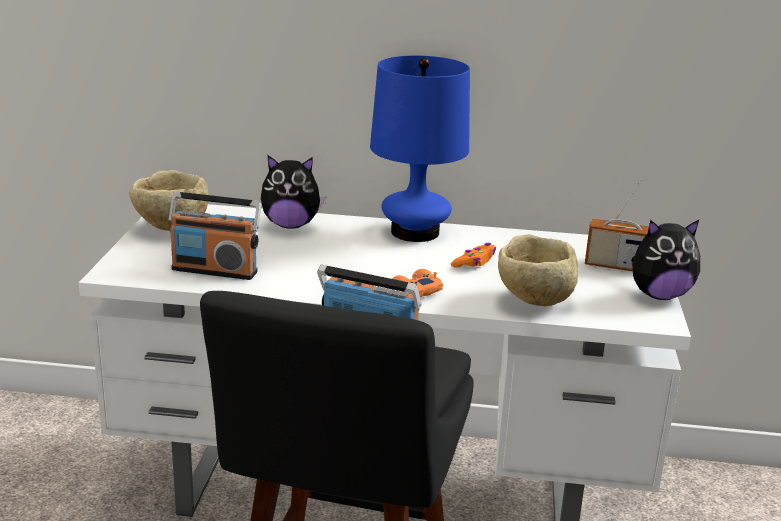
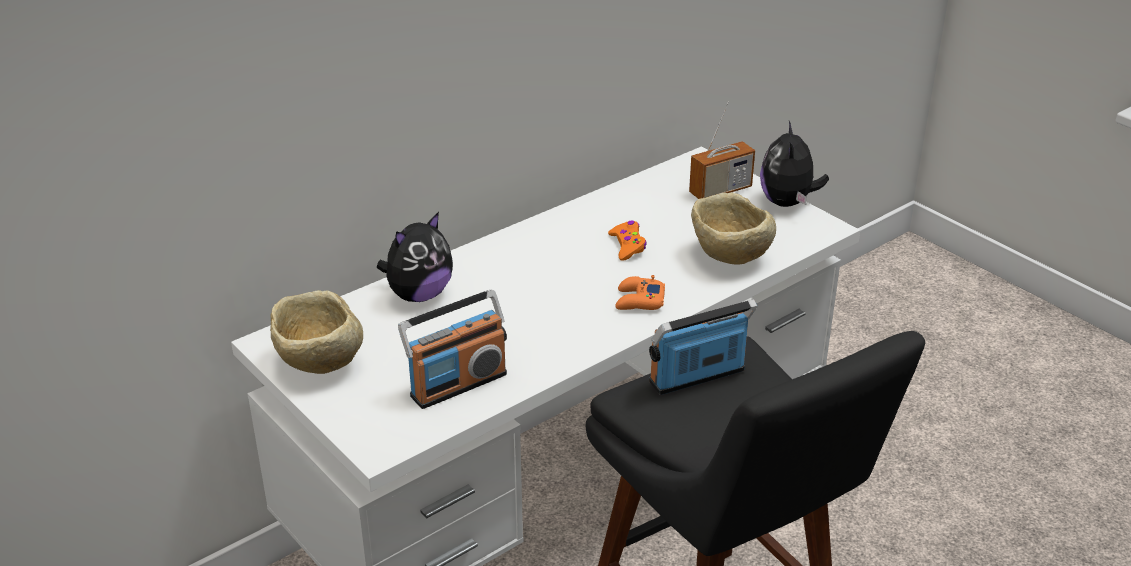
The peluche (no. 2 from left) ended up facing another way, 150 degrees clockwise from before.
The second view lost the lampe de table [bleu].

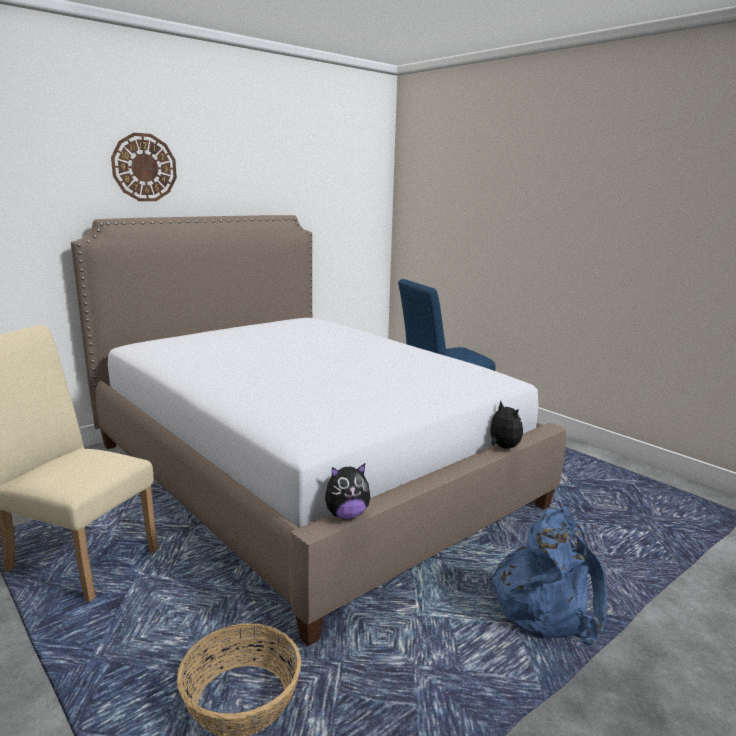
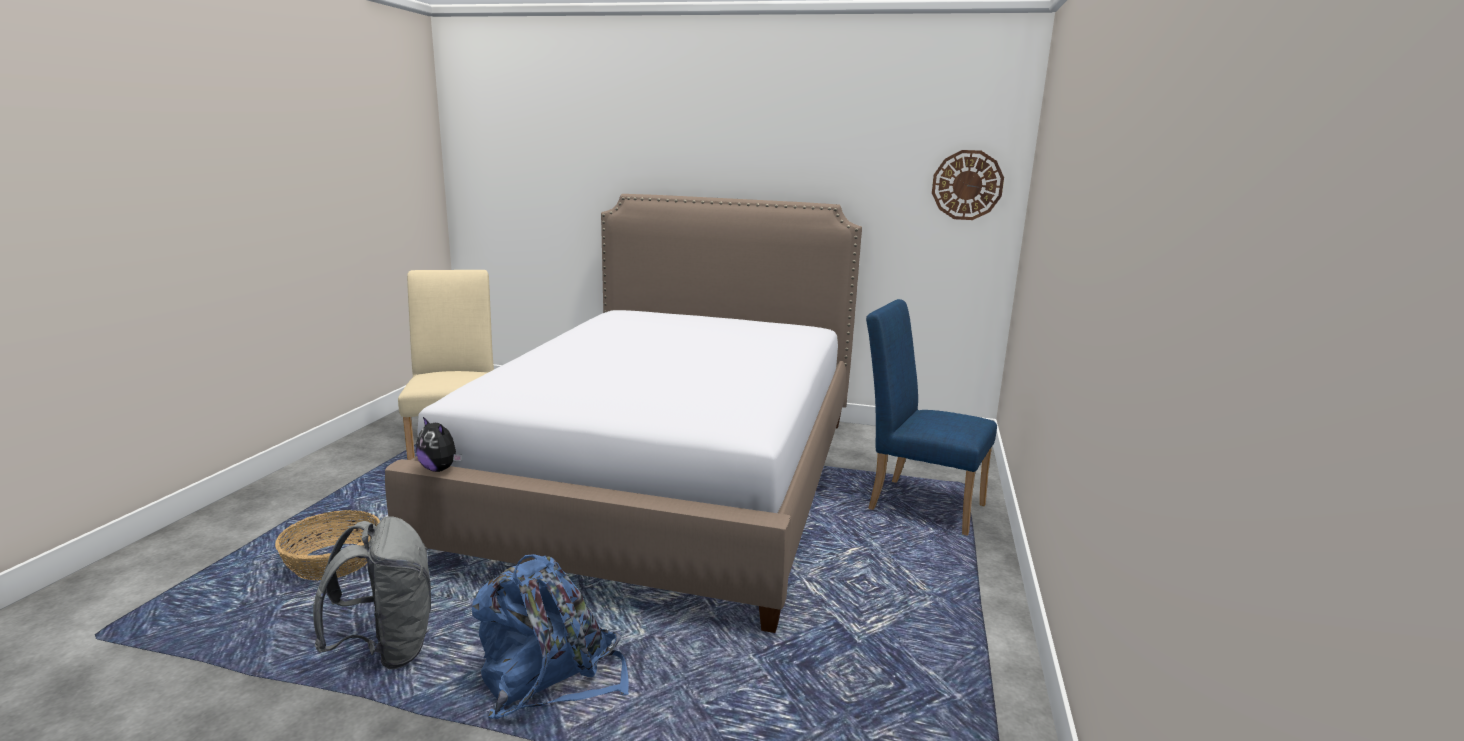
The second view gained the sac à dos [gris].
The horloge murale ended up elsewhere.
The second view lost the peluche (no. 2 from left).

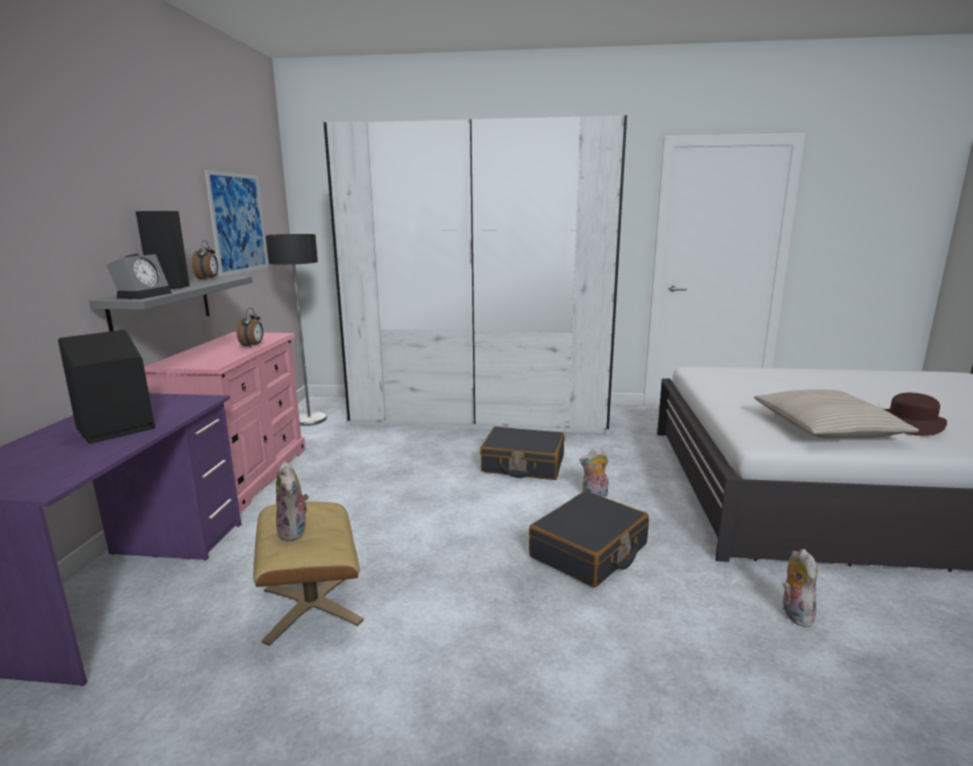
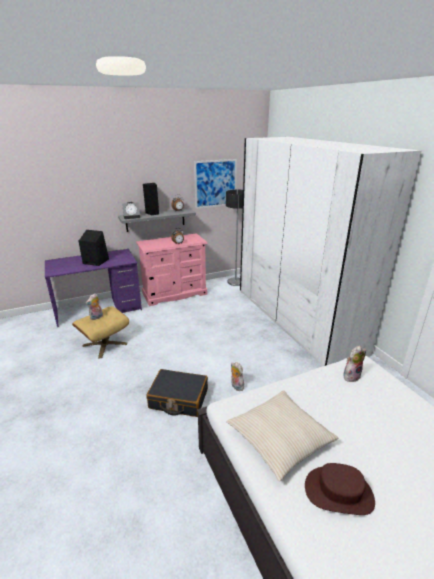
The peluche (no. 3 from left) ended up elsewhere.
The second view lost the valise [noir] (no. 1 from left).

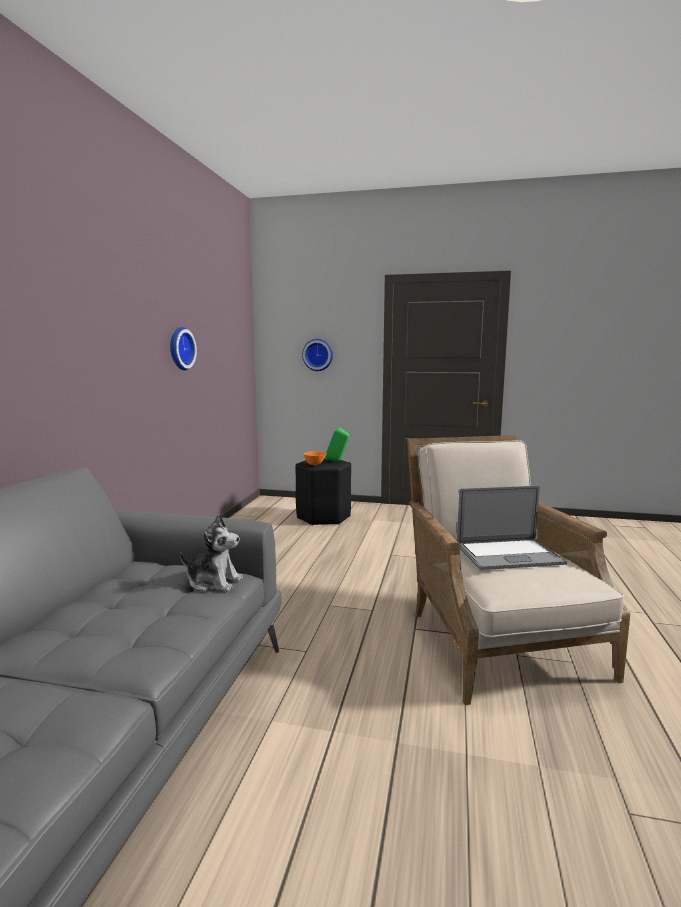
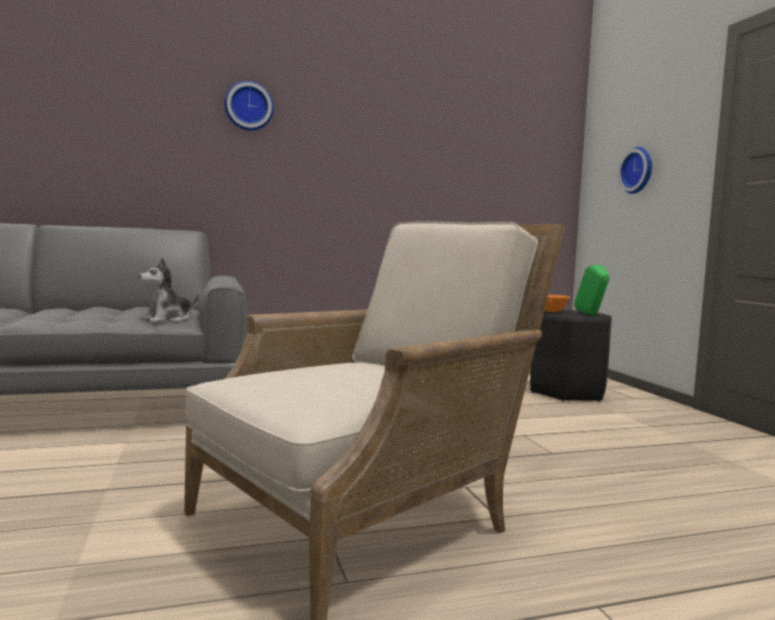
The peluche ended up facing another way, 60 degrees clockwise from before.
The horloge murale (no. 1 from left) ended up elsewhere.
The second view lost the ordinateur portable.

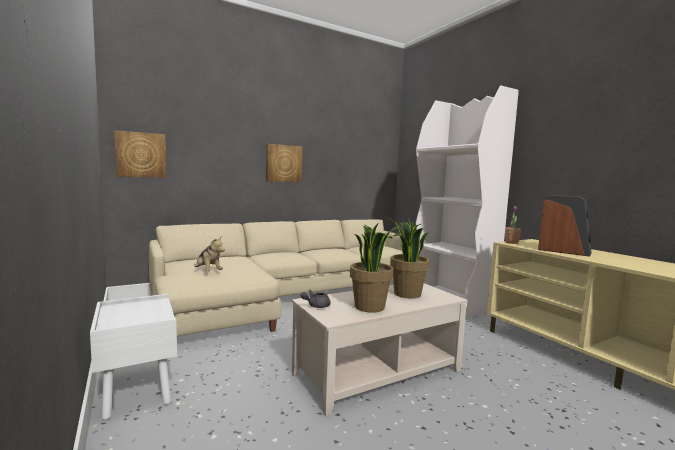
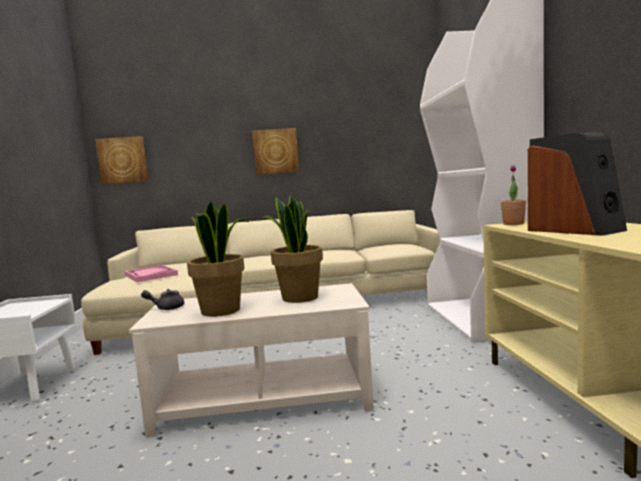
Where the peluche stood, the plateau [rose] came to stand.

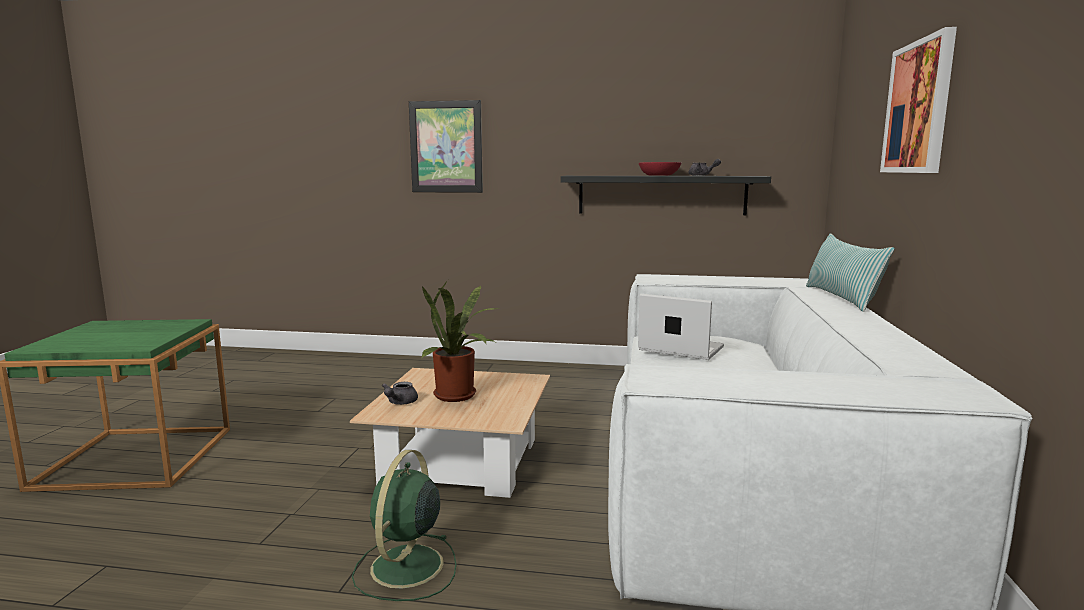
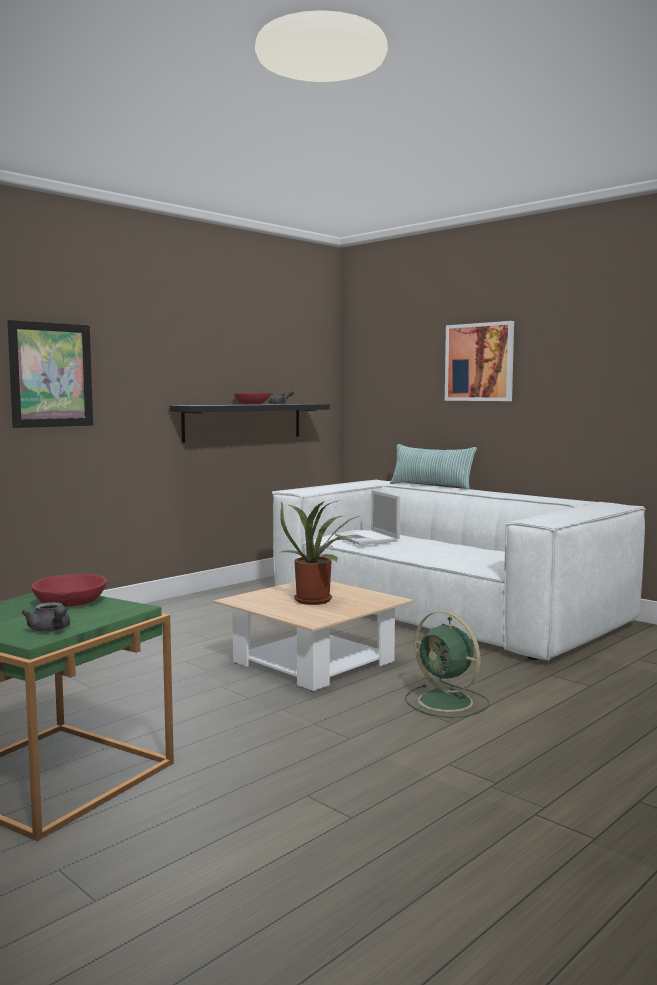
The théière [gris] (no. 1 from left) ended up elsewhere.
The second view gained the bol [rouge] (no. 1 from left).
The ordinateur portable ended up facing another way, 90 degrees counterclockwise from before.

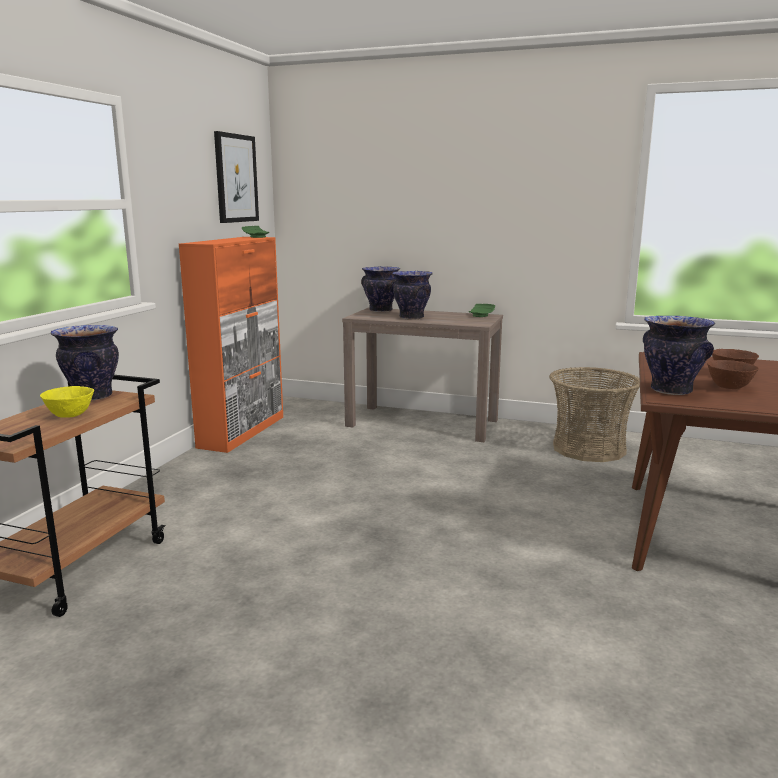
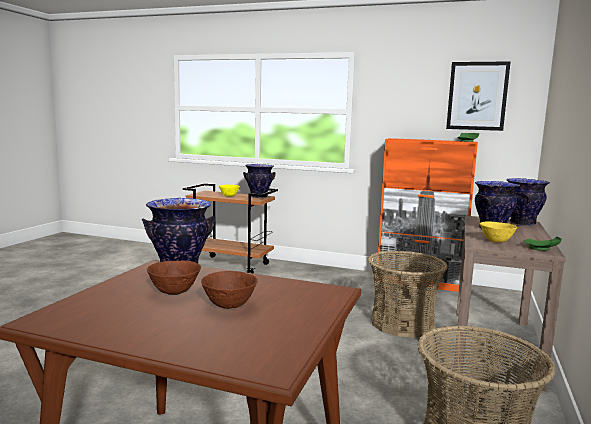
The second view gained the panier (no. 1 from left).
The second view gained the bol [jaune] (no. 2 from left).

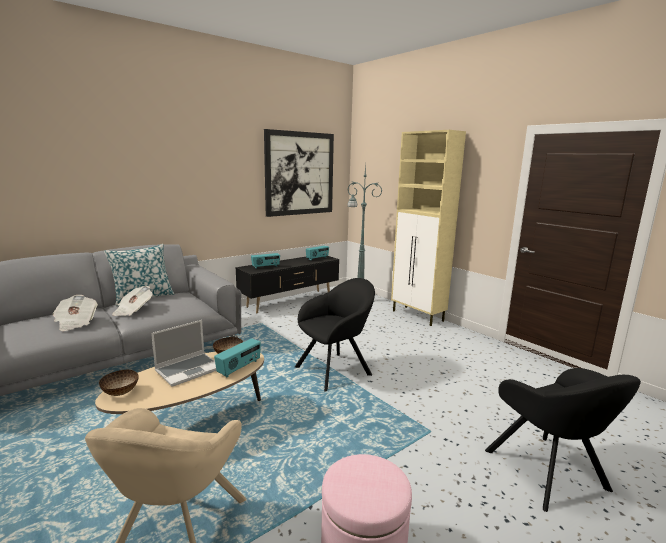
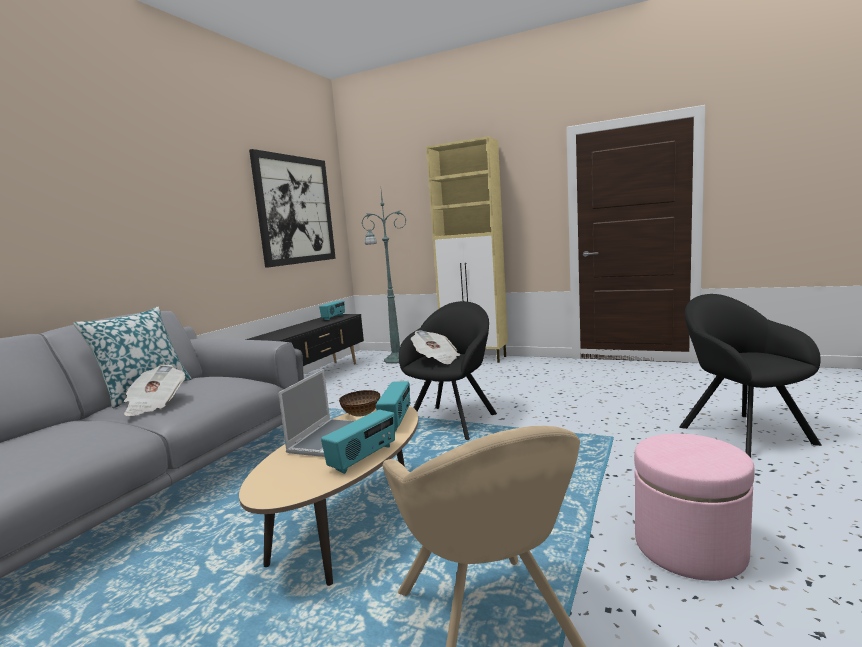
The radio (no. 2 from left) ended up elsewhere.
The journal (no. 1 from left in the first image) ended up elsewhere.
The fauteuil [noir] (no. 2 from left) ended up facing another way, 150 degrees counterclockwise from before.
The second view lost the bol (no. 1 from left).

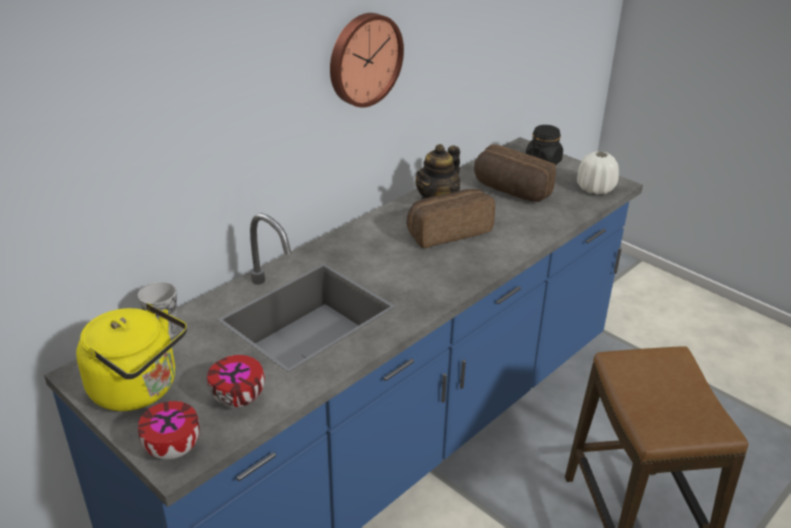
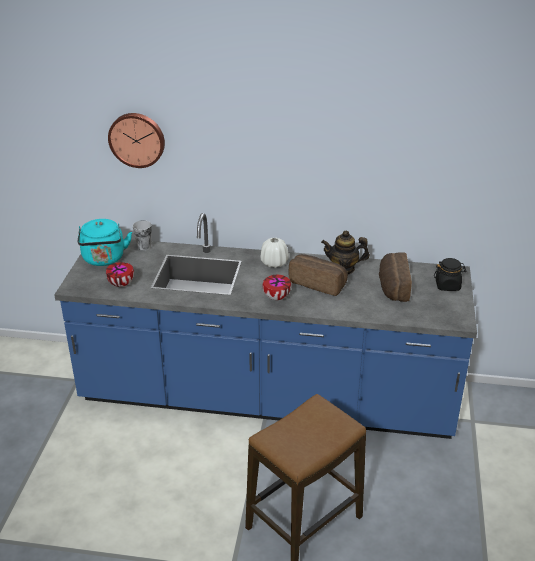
What was the bouilloire [jaune] turned into the bouilloire [turquoise].
The horloge murale ended up elsewhere.
The vase [blanc] ended up elsewhere.
The bol (no. 1 from left in the first image) ended up elsewhere.

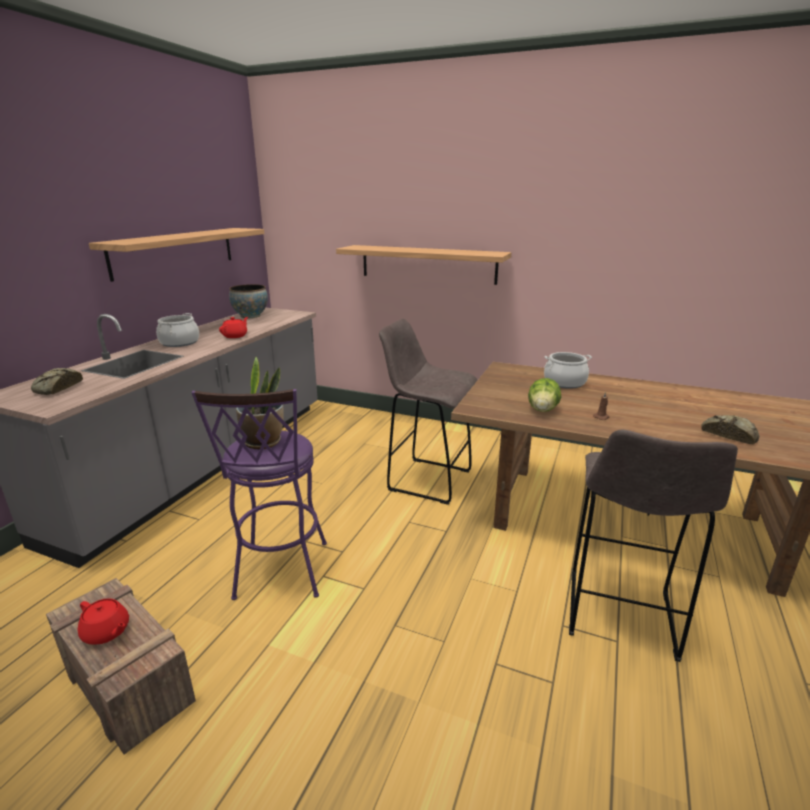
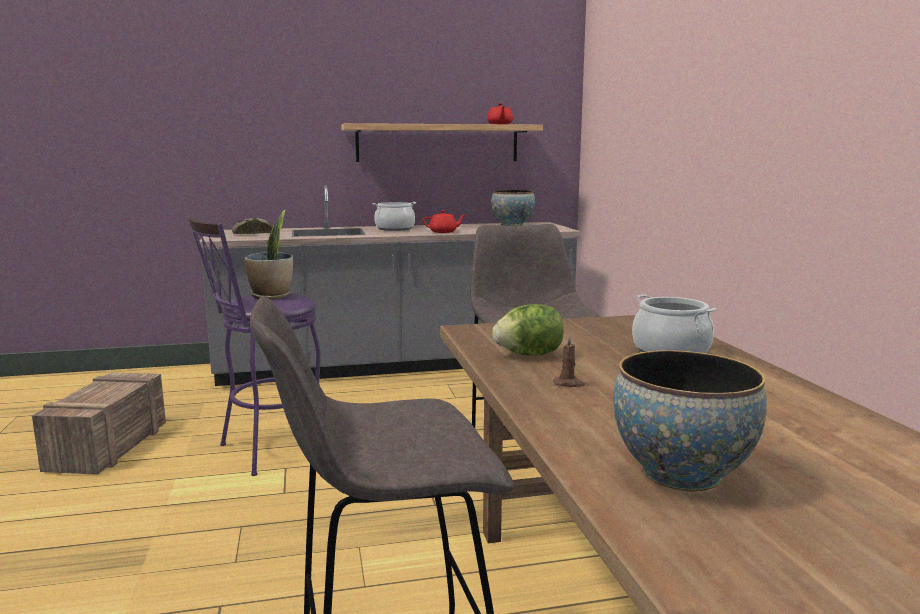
The théière [rouge] (no. 1 from left in the first image) ended up elsewhere.
Where the pain (no. 2 from left) stood, the bol (no. 2 from left) came to stand.
The second view lost the étagère (no. 2 from left).

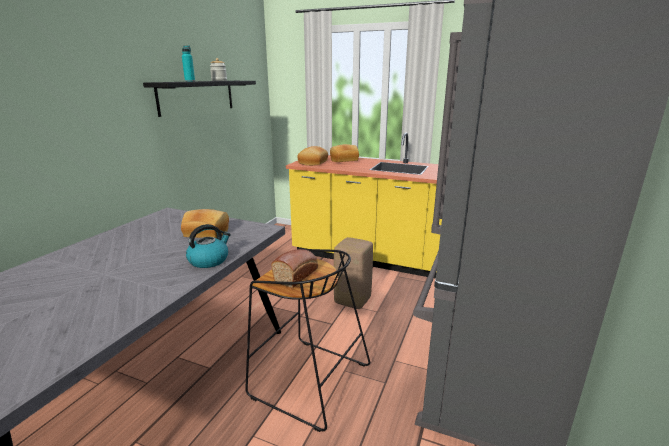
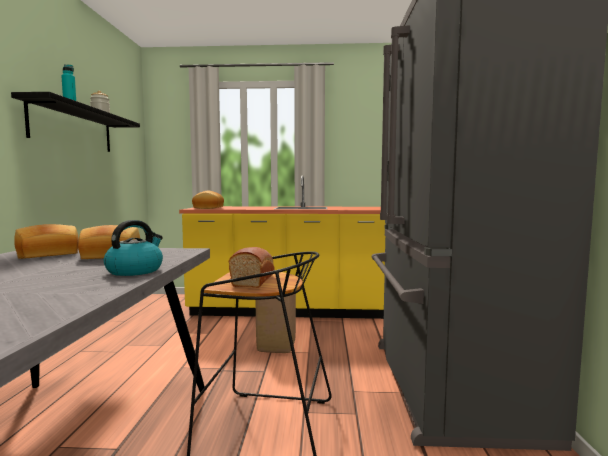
The pain (no. 4 from left in the first image) ended up elsewhere.

